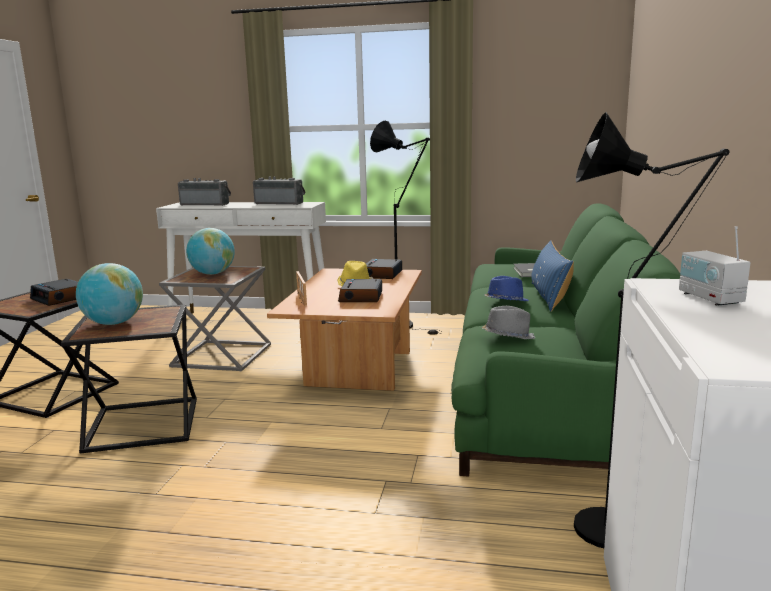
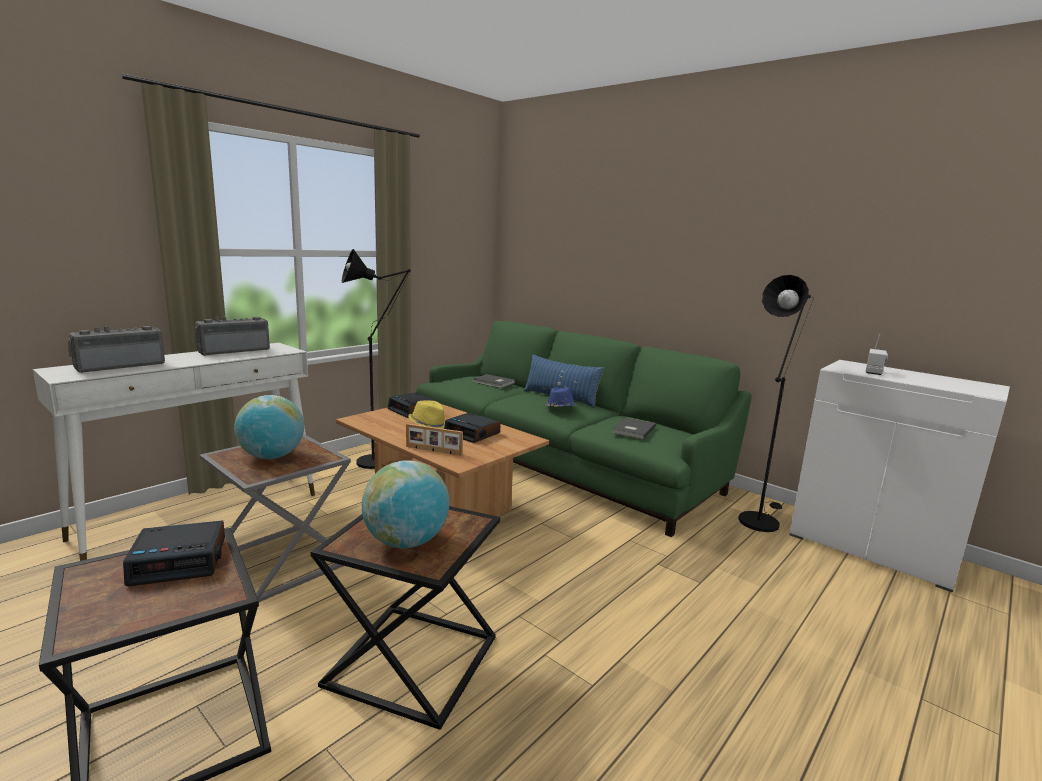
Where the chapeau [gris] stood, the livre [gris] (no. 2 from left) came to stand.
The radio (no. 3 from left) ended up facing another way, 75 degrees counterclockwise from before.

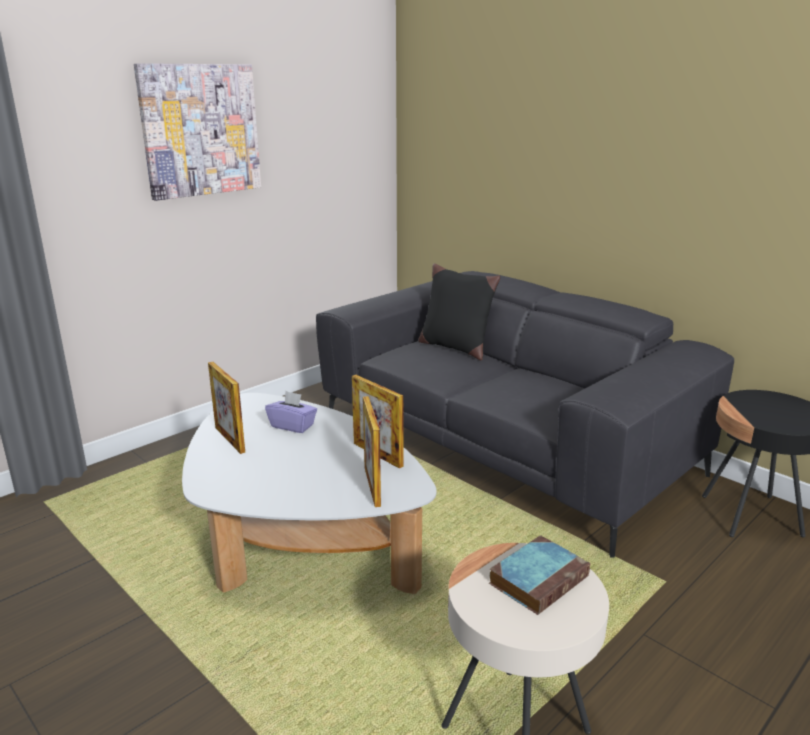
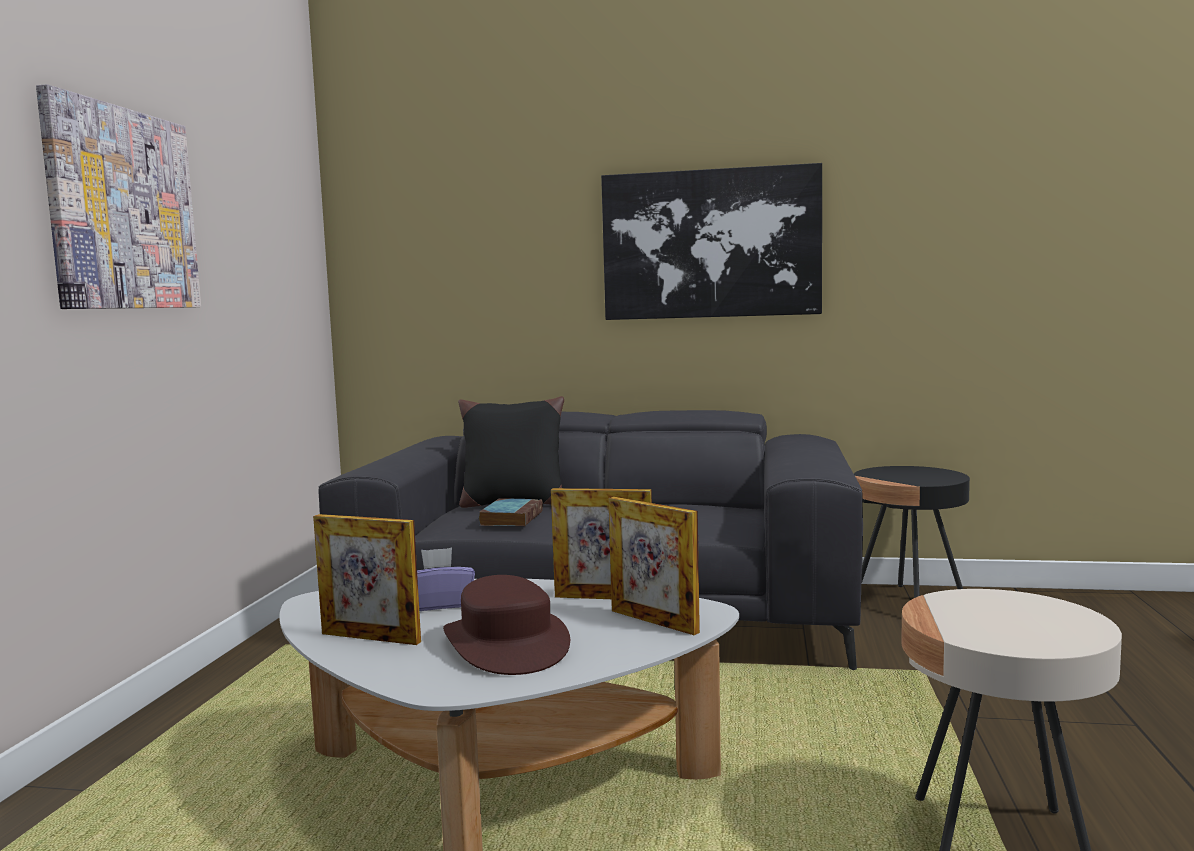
The second view gained the chapeau [marron].
The livre ended up elsewhere.
The second view gained the tableau (no. 2 from left).

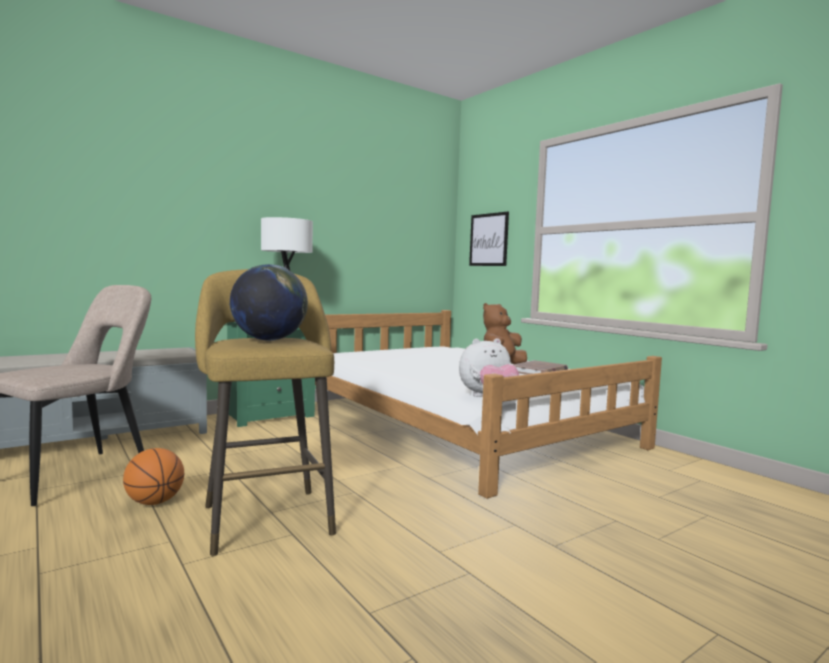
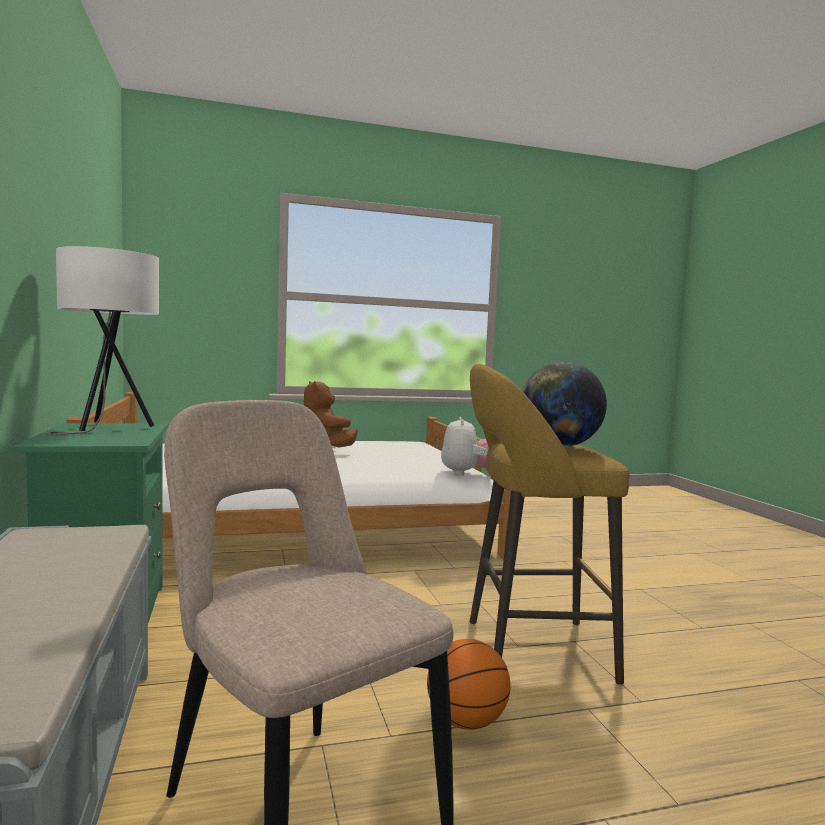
The second view lost the tableau.
The second view lost the livre [marron].

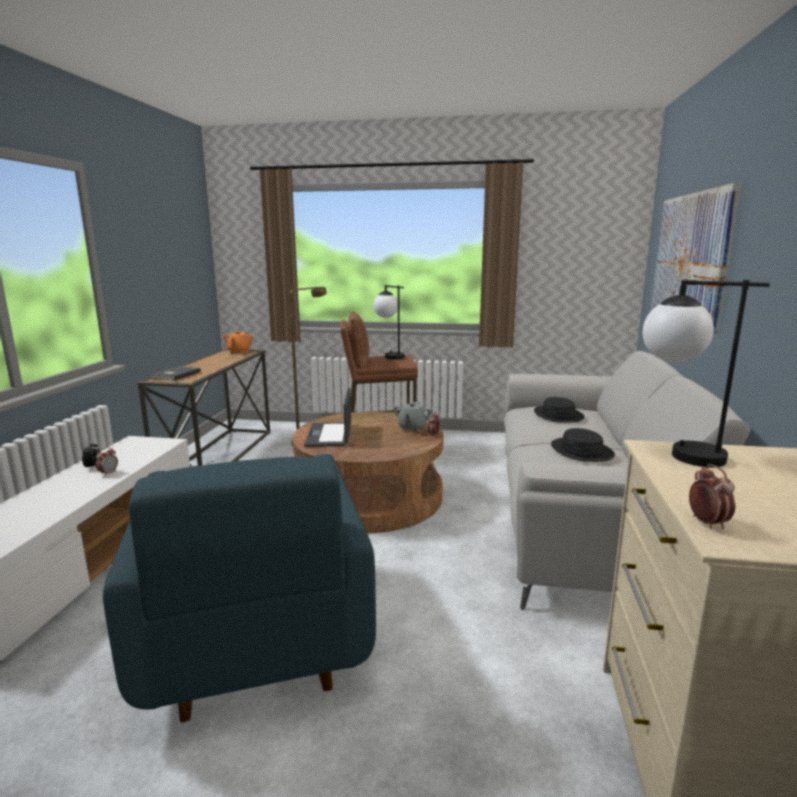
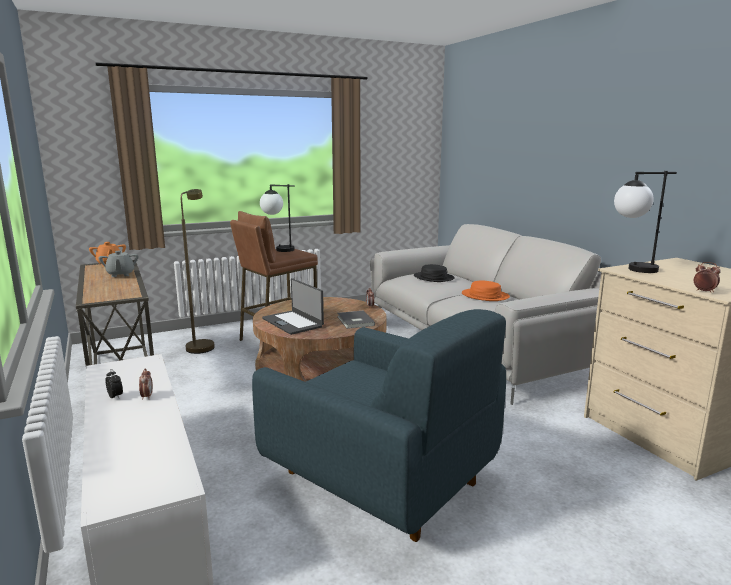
The théière [gris] ended up elsewhere.
The livre [gris] ended up elsewhere.
What was the chapeau [noir] (no. 2 from left) turned into the chapeau [orange].
The second view lost the tableau.

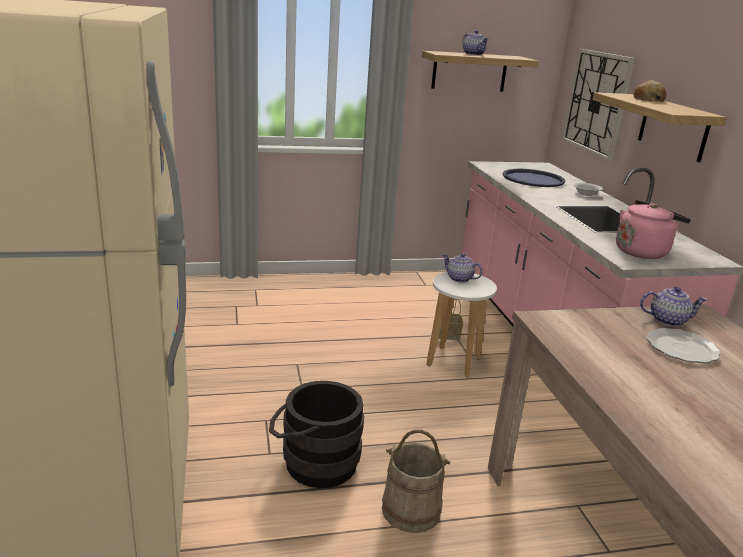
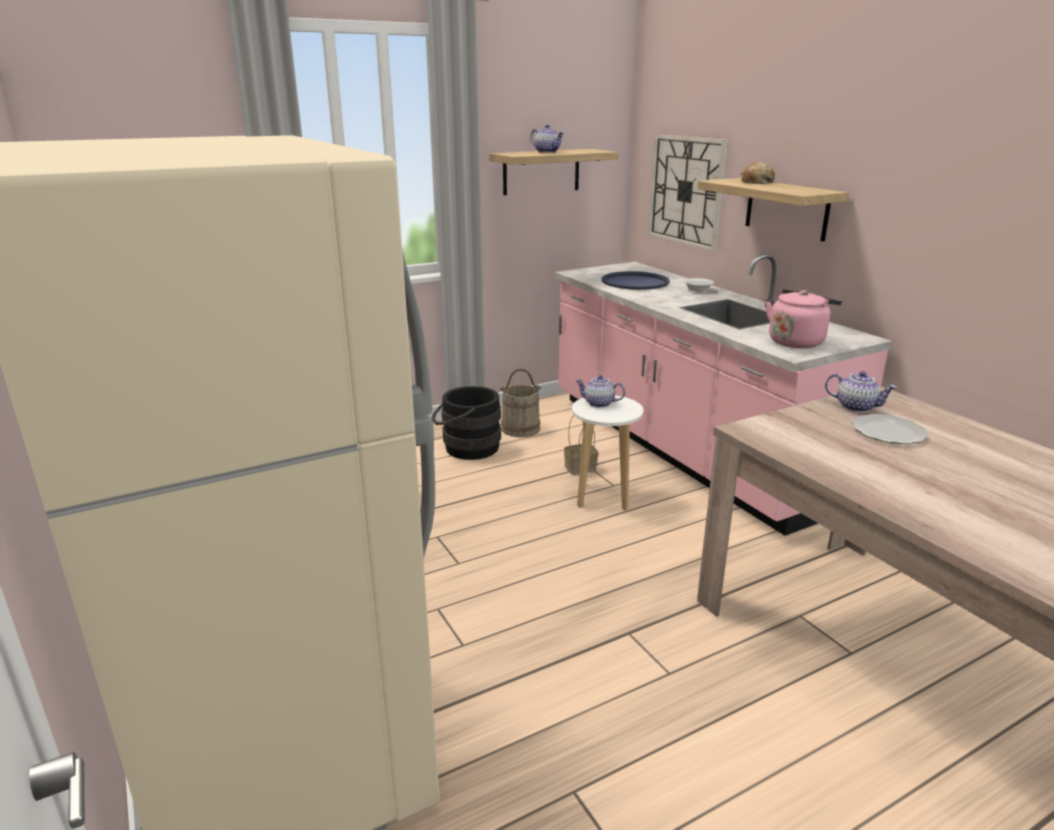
The seau [noir] ended up elsewhere.
The seau [beige] ended up elsewhere.
The théière (no. 3 from left) ended up facing another way, 45 degrees clockwise from before.

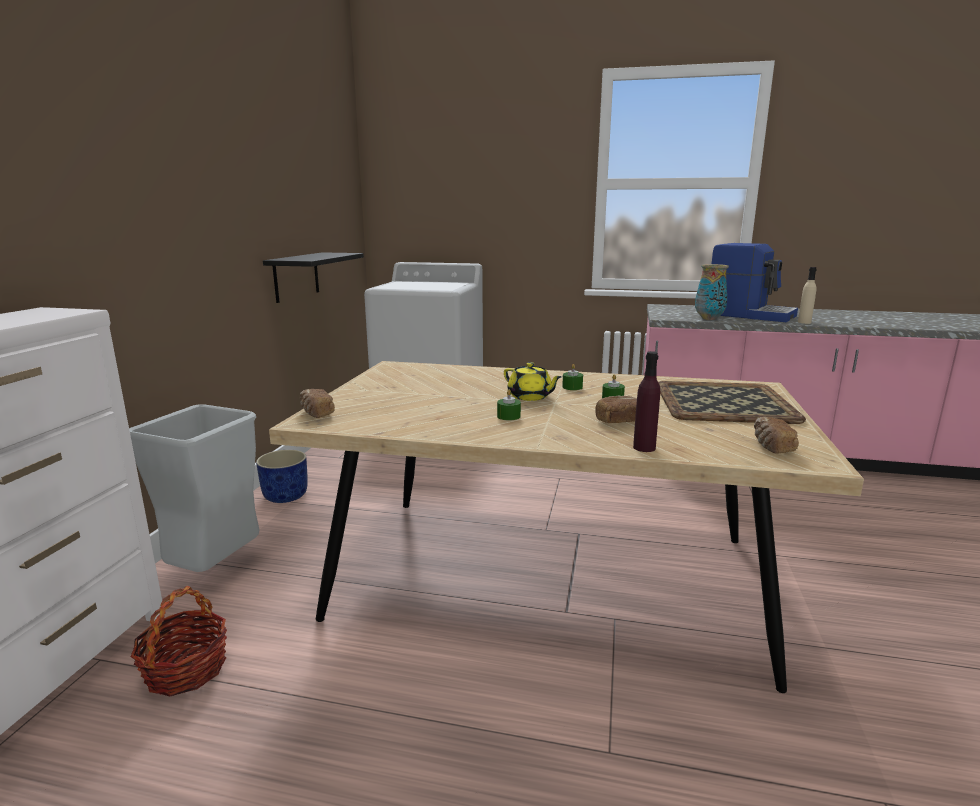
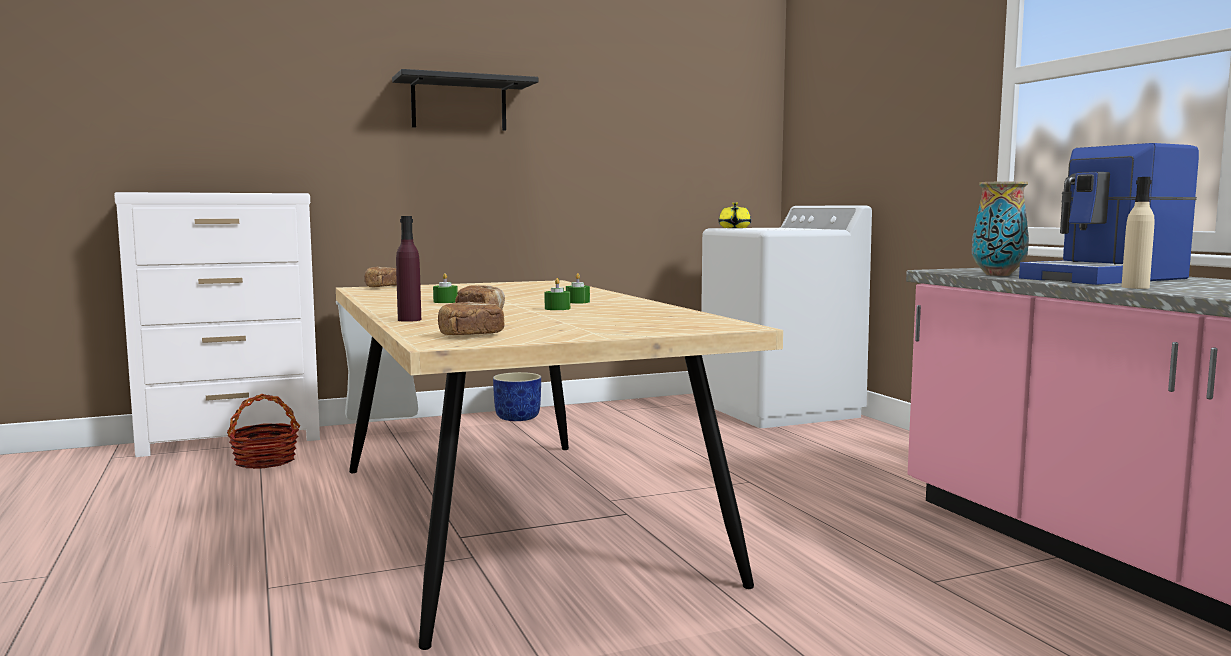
The étagère [noir] ended up elsewhere.
The théière [jaune] ended up elsewhere.
The machine à café ended up facing another way, 60 degrees clockwise from before.
The second view lost the plateau.

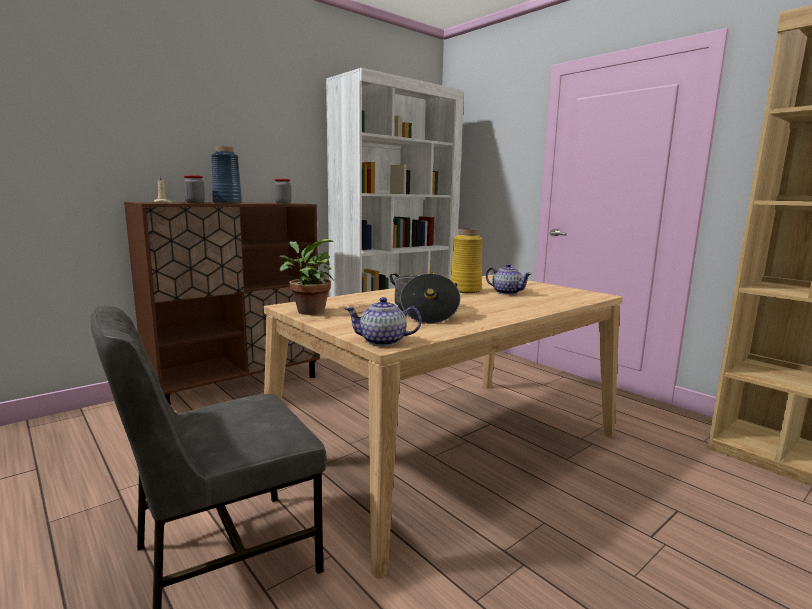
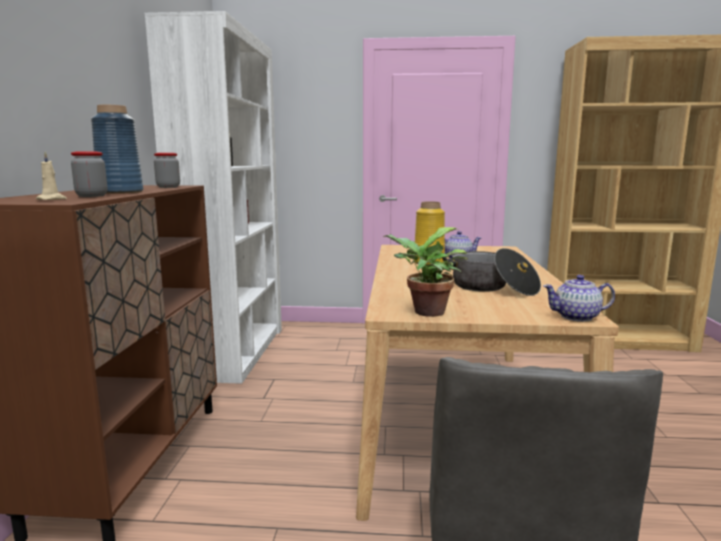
The théière (no. 1 from left in the first image) ended up facing another way, 45 degrees clockwise from before.

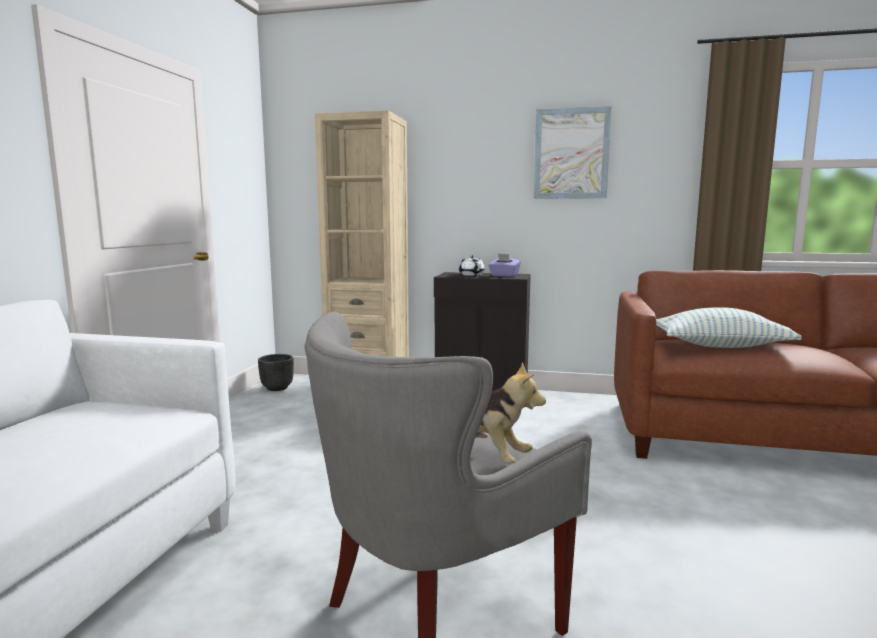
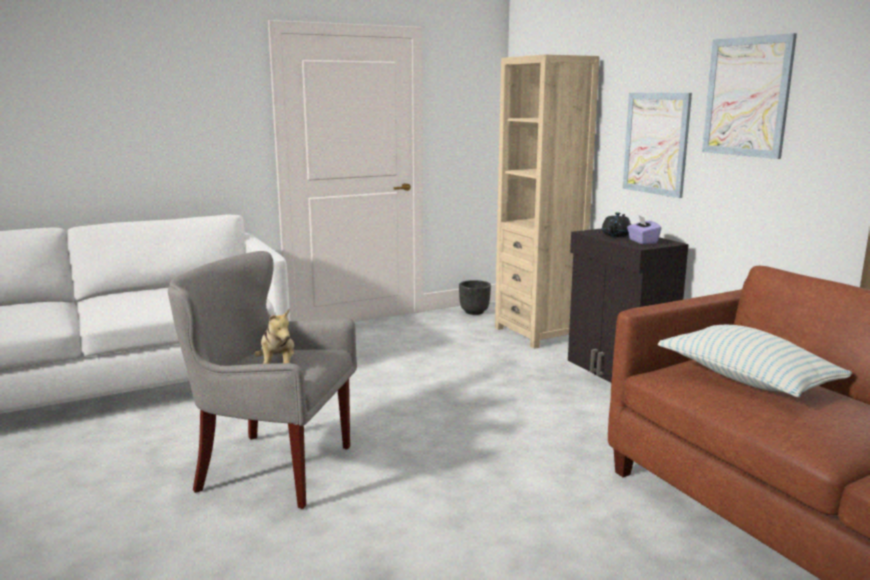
What was the théière [blanc] turned into the théière [noir].
The second view gained the tableau (no. 1 from left).

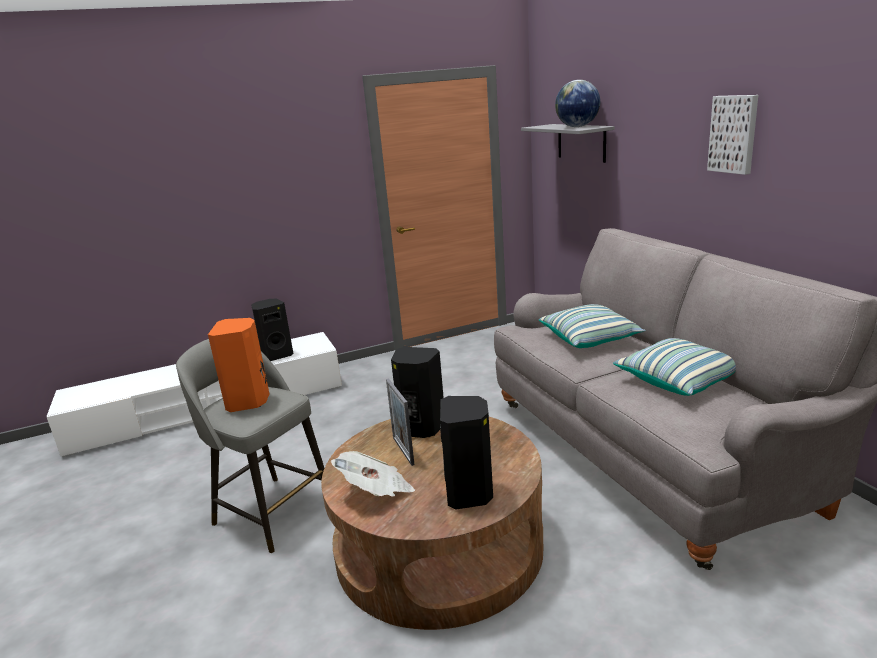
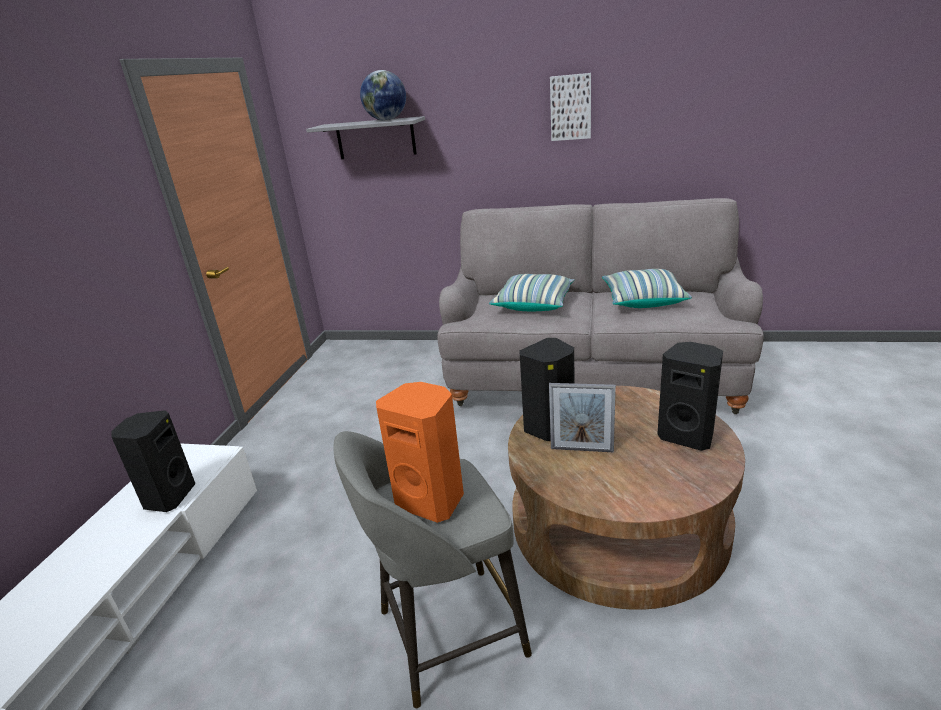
The second view lost the journal.

